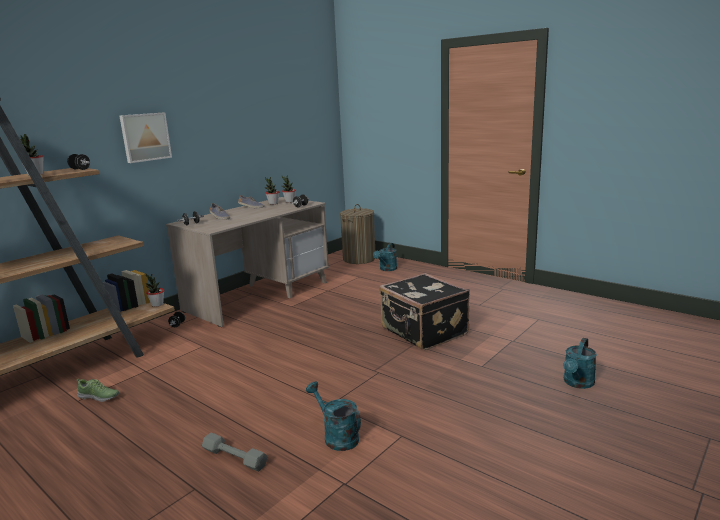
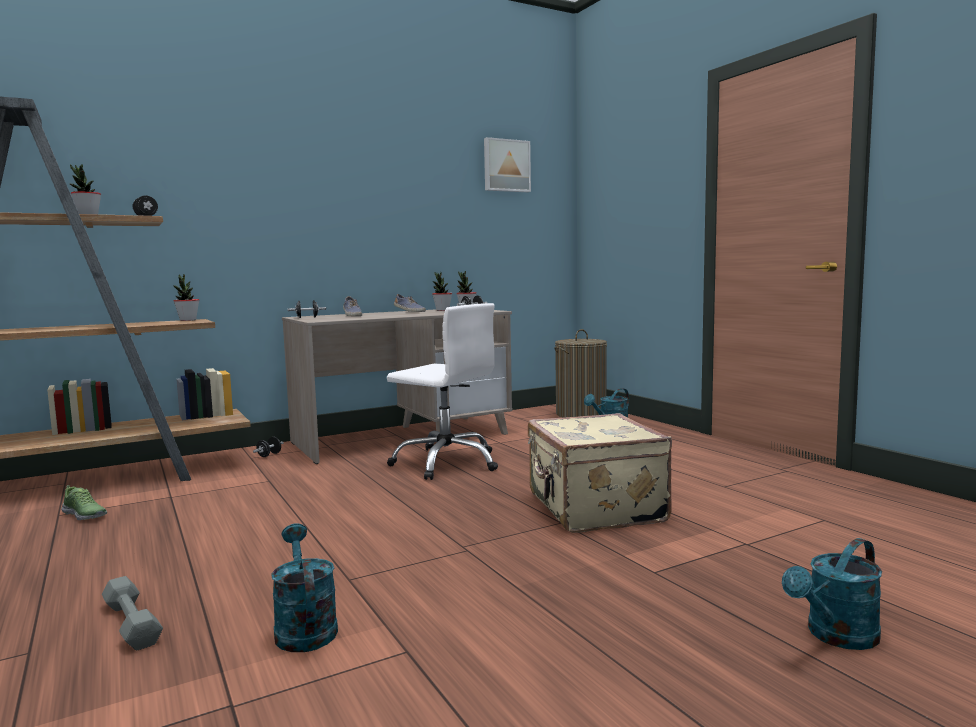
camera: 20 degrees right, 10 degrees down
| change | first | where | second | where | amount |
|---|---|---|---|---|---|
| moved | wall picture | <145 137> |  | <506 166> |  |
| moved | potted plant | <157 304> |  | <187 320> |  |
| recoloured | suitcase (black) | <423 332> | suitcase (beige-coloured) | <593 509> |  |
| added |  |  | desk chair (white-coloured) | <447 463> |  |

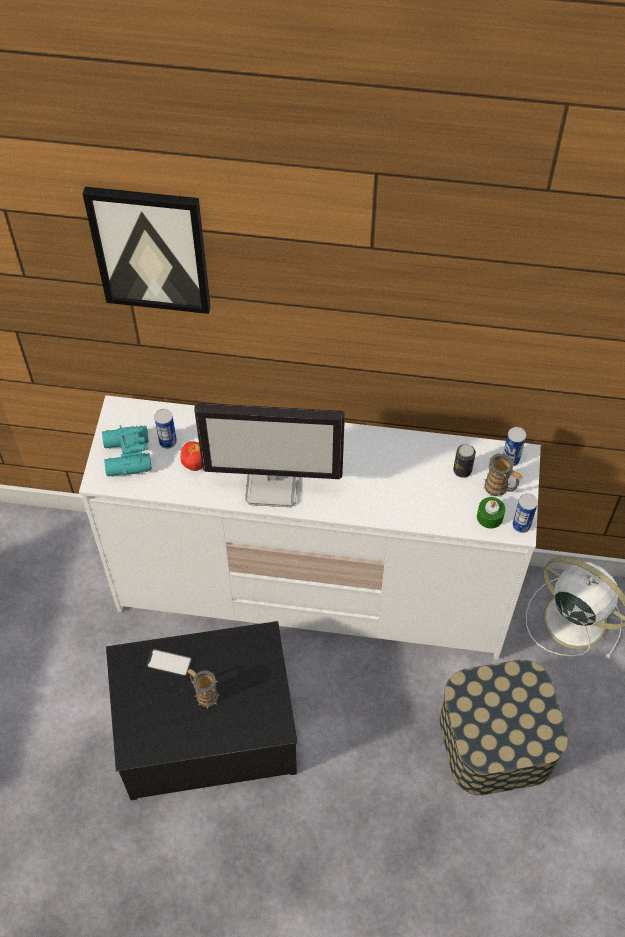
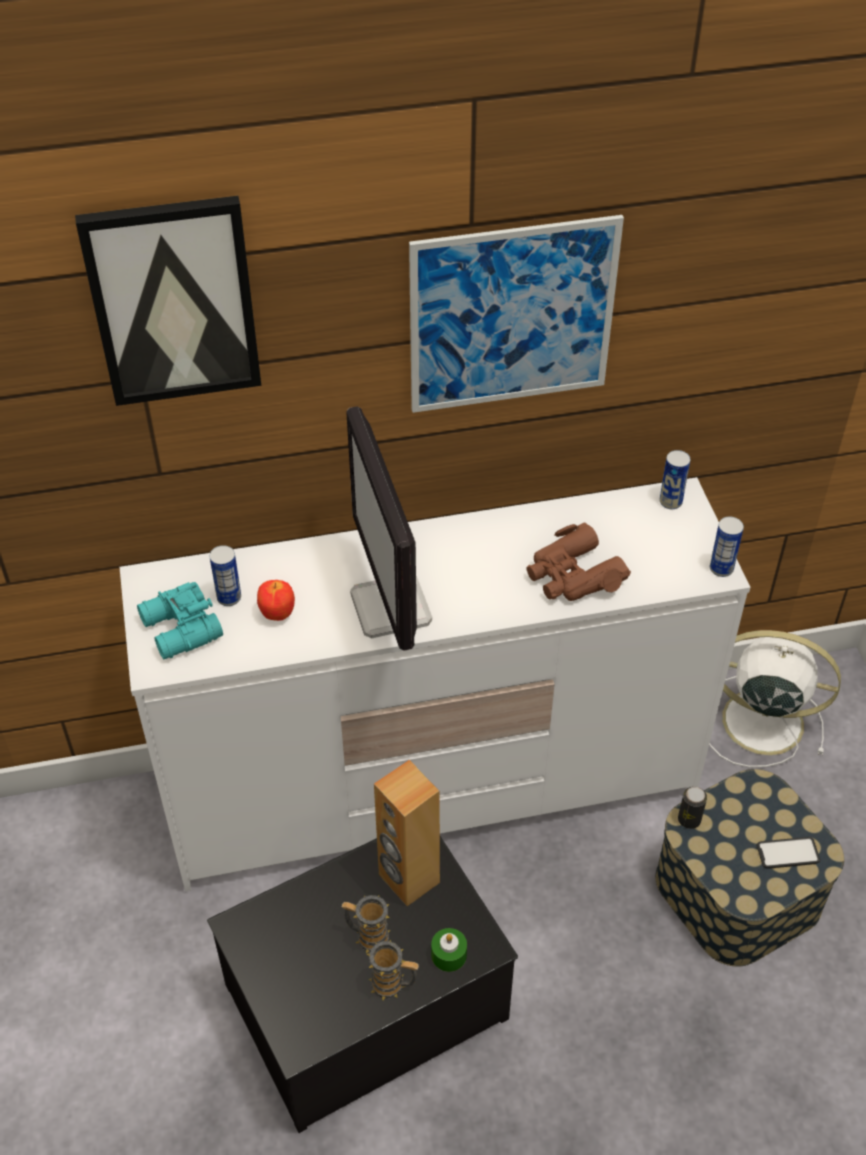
camera: 20 degrees left, 10 degrees down
| change | first | where | second | where | amount |
|---|---|---|---|---|---|
| moved | phone | <169 663> |  | <787 853> |  |
| turned | computer display | <273 484> |  | <392 608> | 90 degrees clockwise |
| moved | can | <462 470> |  | <689 819> |  |
| moved | wax light (green) | <489 517> |  | <449 955> |  |
| moved | mug | <500 488> |  | <393 985> |  |
| added |  |  | loudspeaker (brown) | <408 879> |  |
| added |  |  | wall picture | <512 316> |  |
| added |  |  | binoculars (brown) | <573 575> |  |

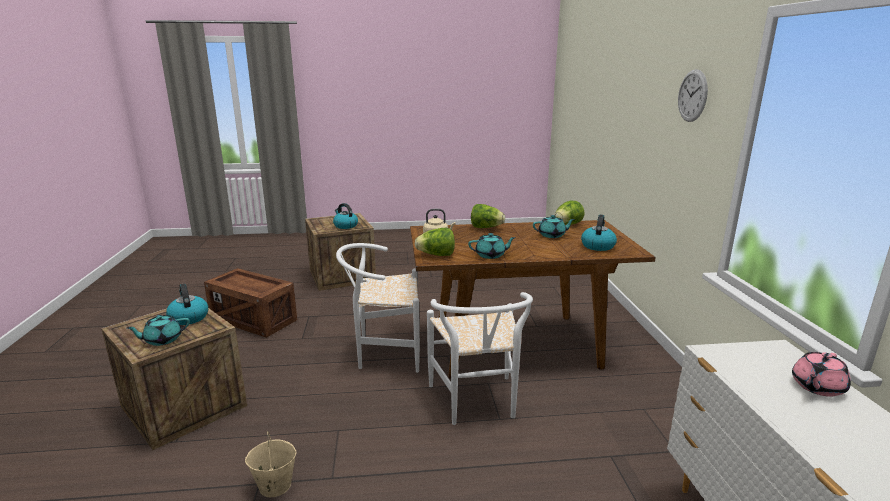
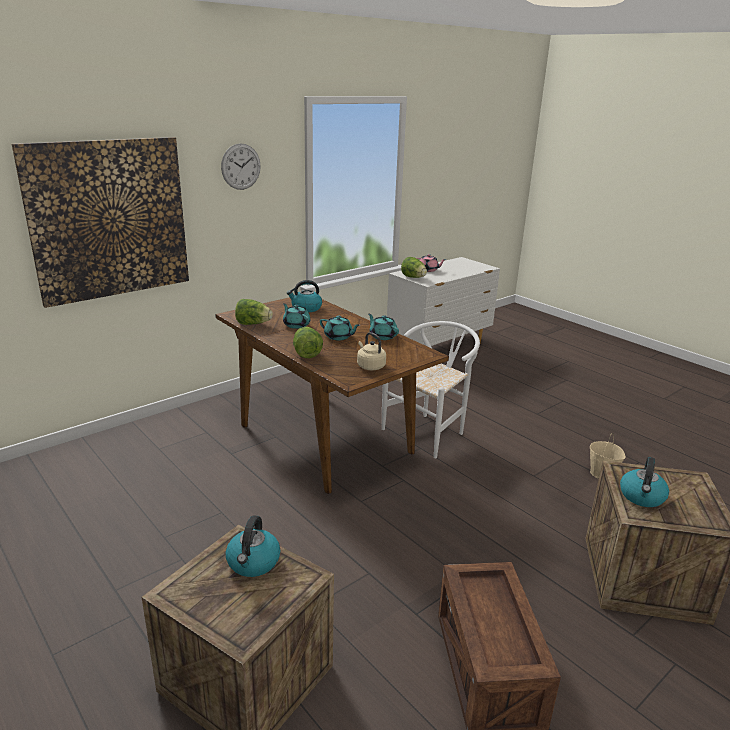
camera: 125 degrees left, 5 degrees up
| change | first | where | second | where | amount |
|---|---|---|---|---|---|
| moved | teapot (turquoise) | <162 340> |  | <338 337> |  |
| removed | upright chair (white-coloured) | <384 353> |  |  |  |
| moved | lettuce head | <436 255> |  | <414 277> |  |
| added |  |  | wall picture | <109 219> |  |

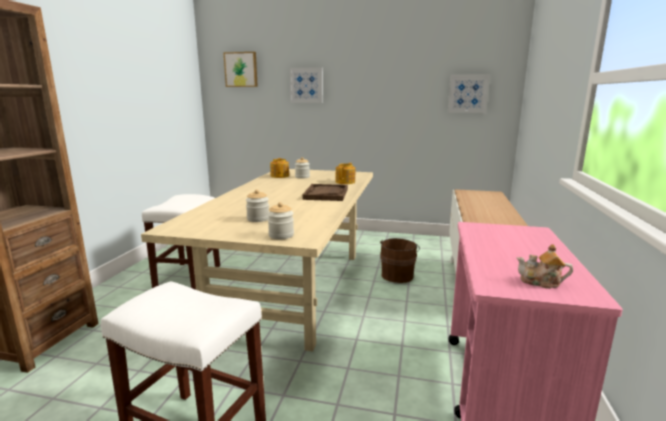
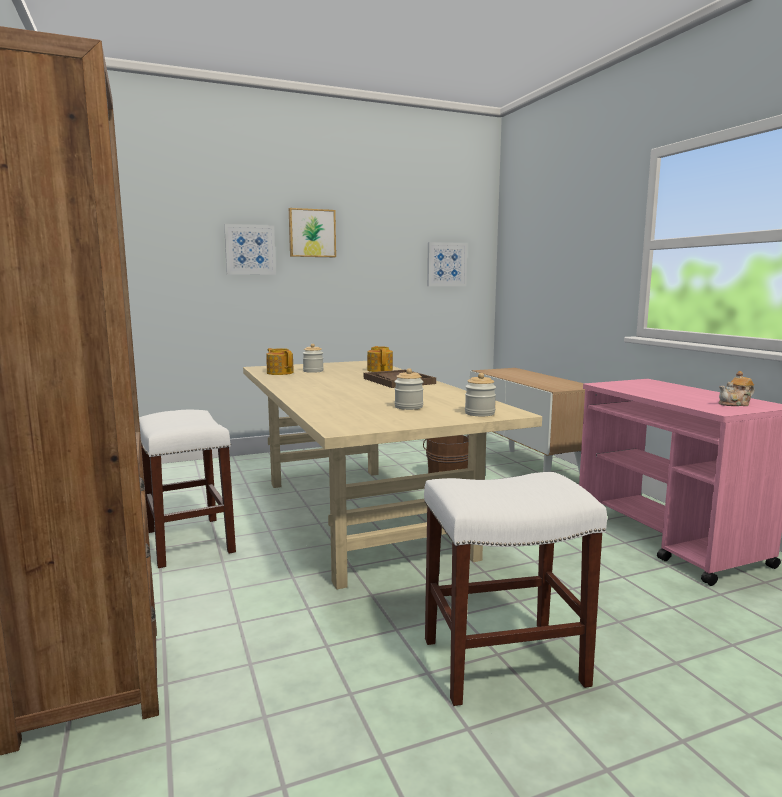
camera: 35 degrees left, 5 degrees down
| change | first | where | second | where | amount |
|---|---|---|---|---|---|
| moved | wall picture | <241 69> |  | <312 233> |  |

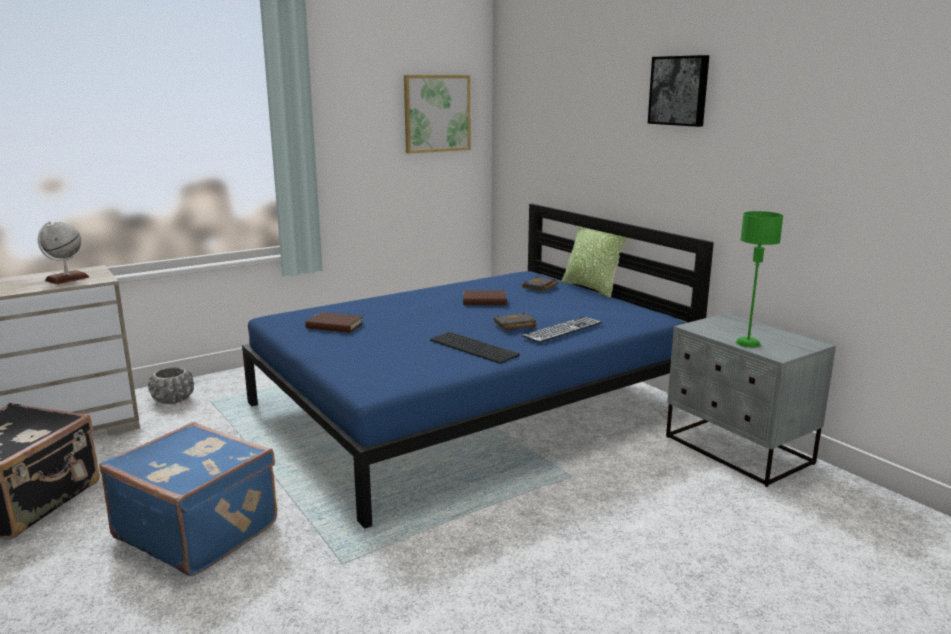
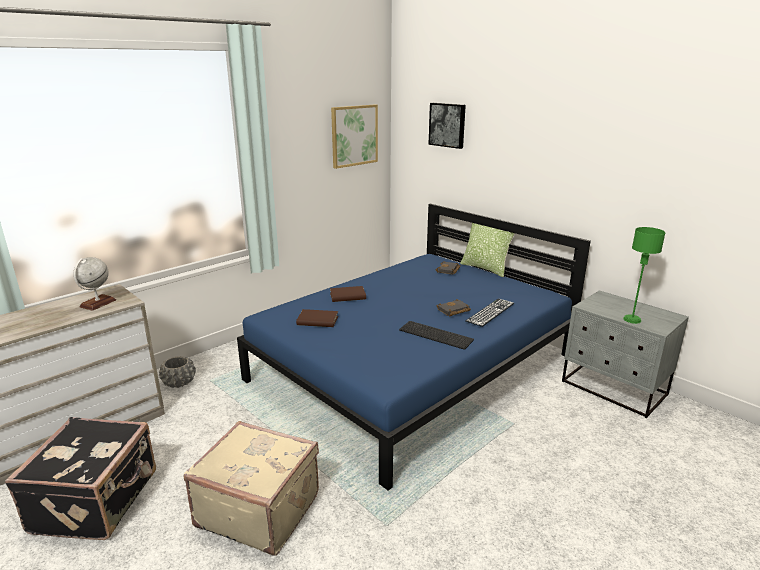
camera: 10 degrees left, 5 degrees up
| change | first | where | second | where | amount |
|---|---|---|---|---|---|
| recoloured | suitcase (blue-coloured) | <198 530> | suitcase (beige-coloured) | <259 509> |  |
| moved | bound book (brown) | <484 301> |  | <347 296> |  |
| moved | wall picture | <679 90> |  | <447 125> |  |

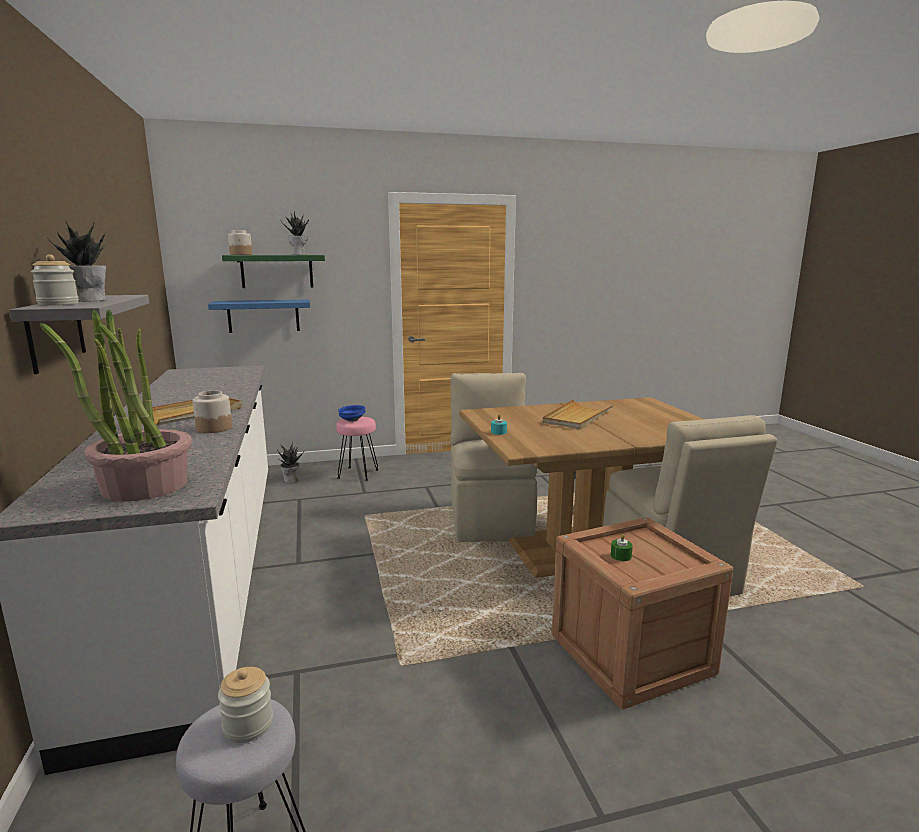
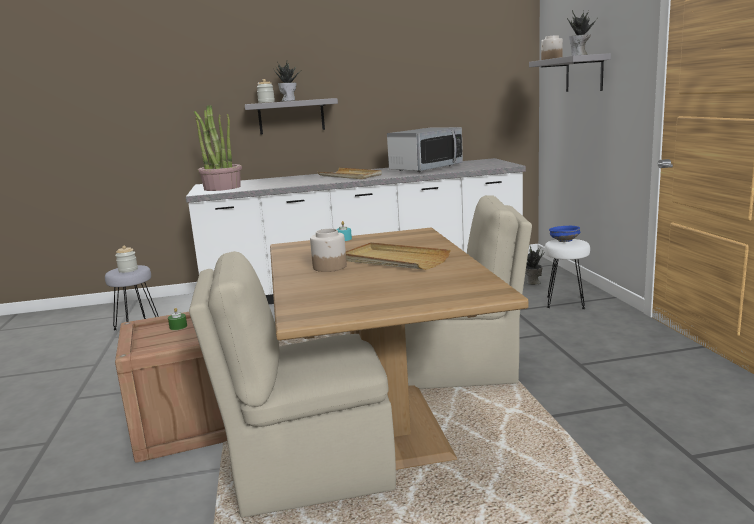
camera: 95 degrees right, 0 degrees up
| change | first | where | second | where | amount |
|---|---|---|---|---|---|
| moved | jar | <214 428> |  | <330 267> |  |
| removed | shelf (blue-coloured) | <263 316> |  |  |  |
| recoloured | shelf (green) | <277 271> | shelf (gray) | <584 74> |  |
| recoloured | sitting stool (pink-coloured) | <358 474> | sitting stool (white-coloured) | <566 303> |  |
| added |  |  | microwave | <426 168> |  |

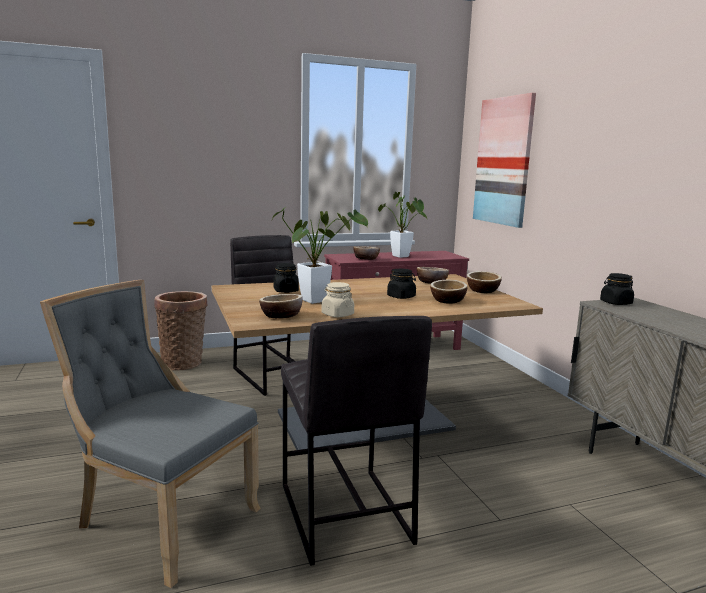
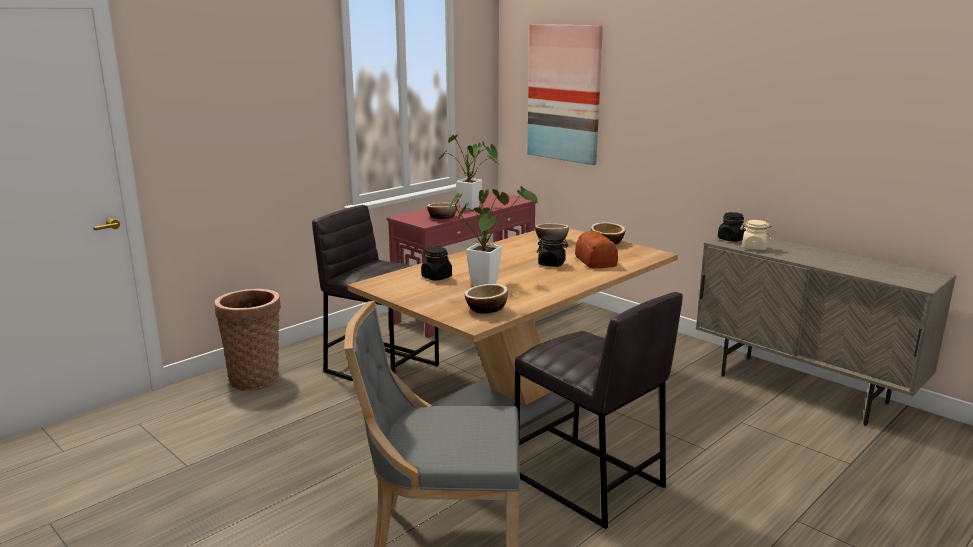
camera: 25 degrees left, 5 degrees up
| change | first | where | second | where | amount |
|---|---|---|---|---|---|
| moved | jar (beige-coloured) | <337 314> |  | <753 248> |  |
| replaced | serving bowl | <447 301> | bread | <596 261> |  |

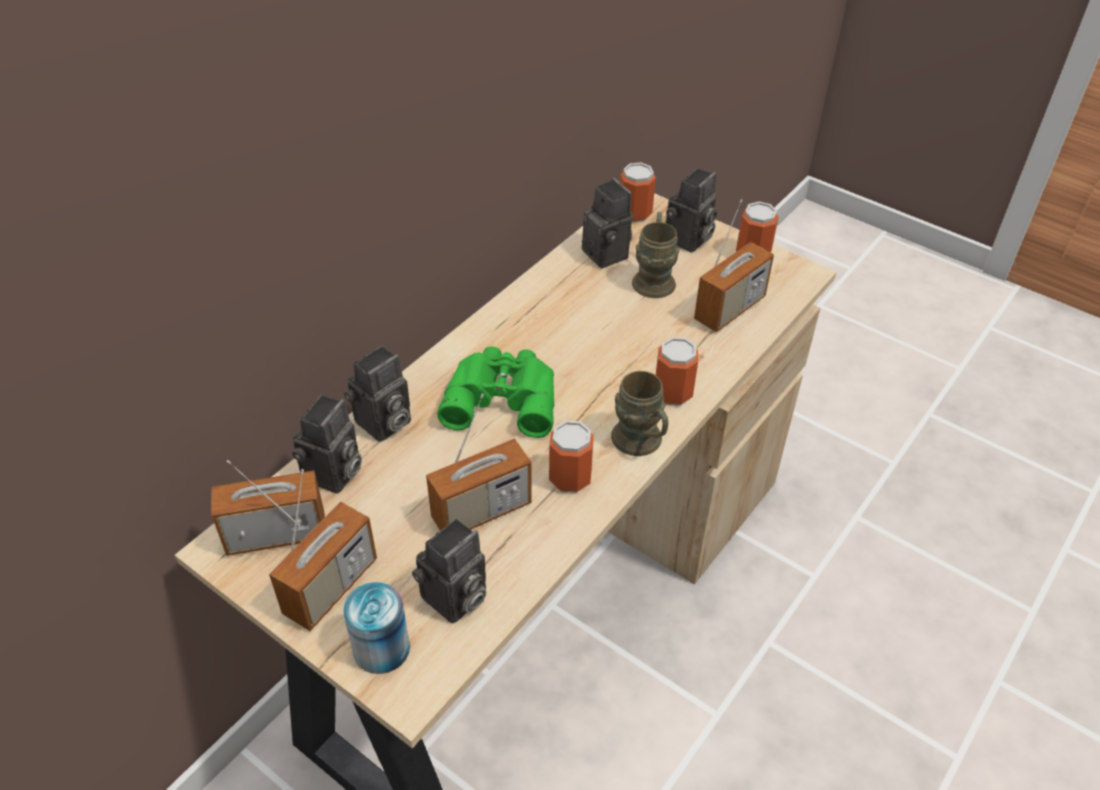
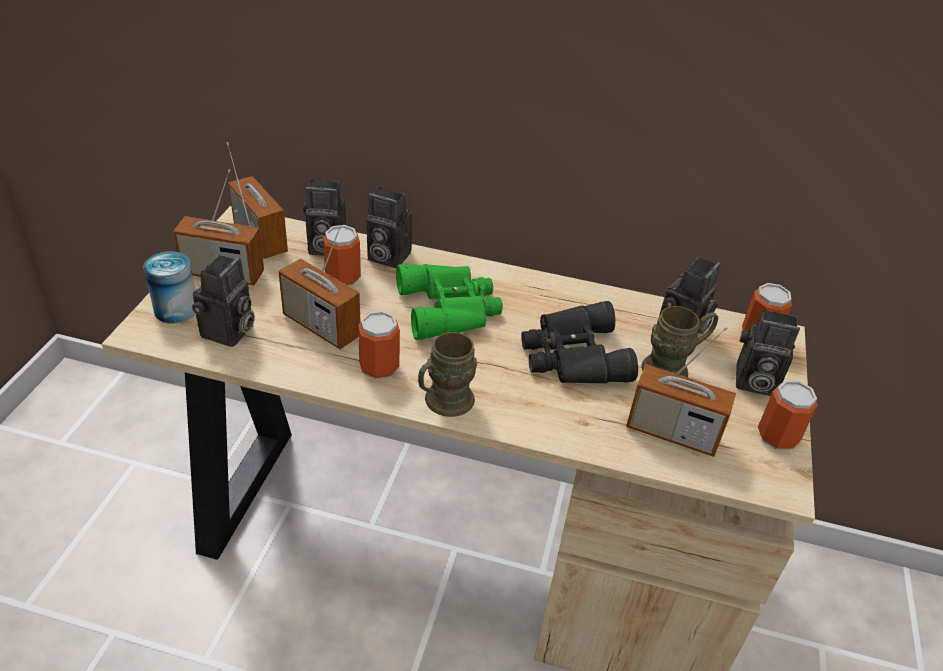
camera: 65 degrees right, 5 degrees down
| change | first | where | second | where | amount |
|---|---|---|---|---|---|
| turned | still camera | <454 600> |  | <228 333> | 90 degrees counterclockwise |
| moved | can | <673 393> |  | <343 277> |  |
| added |  |  | binoculars (black) | <572 356> |  |

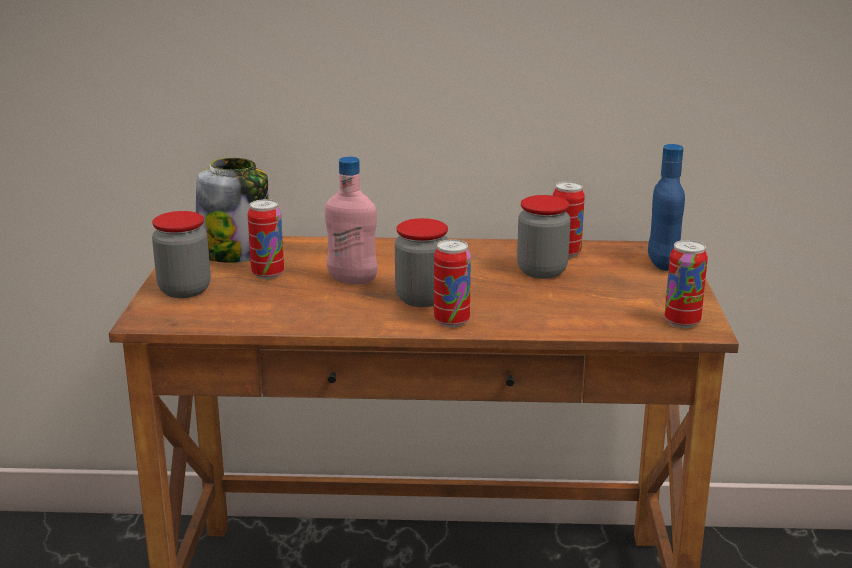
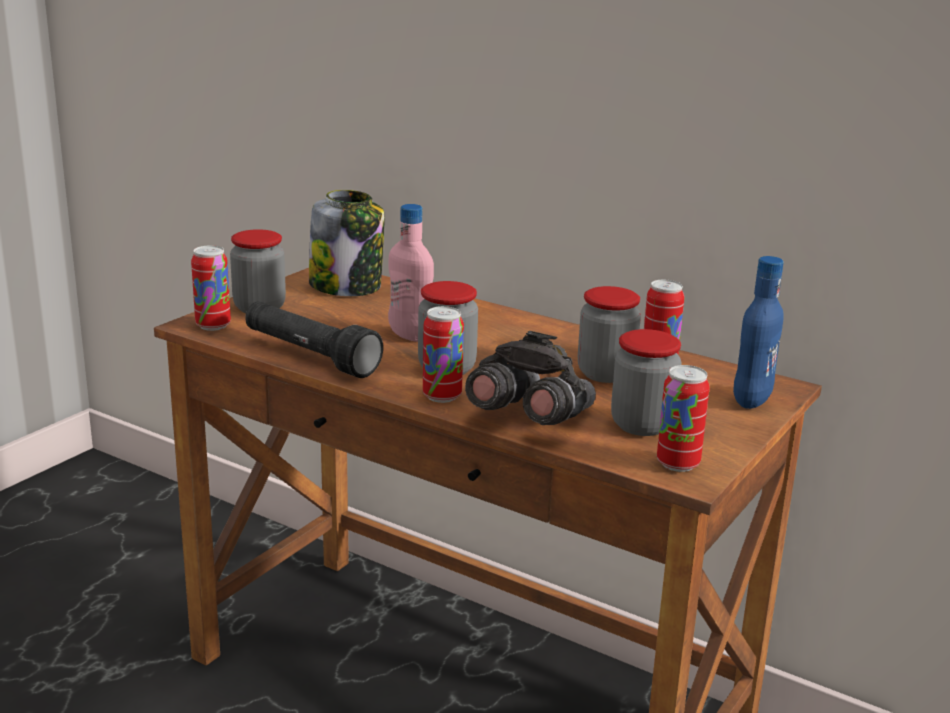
camera: 30 degrees right, 0 degrees up
| change | first | where | second | where | amount |
|---|---|---|---|---|---|
| moved | can | <268 274> |  | <213 325> |  |
| added |  |  | flashlight (black) | <309 356> |  |
| added |  |  | binoculars (gray) | <529 418> |  |
| added |  |  | jar | <641 425> |  |

